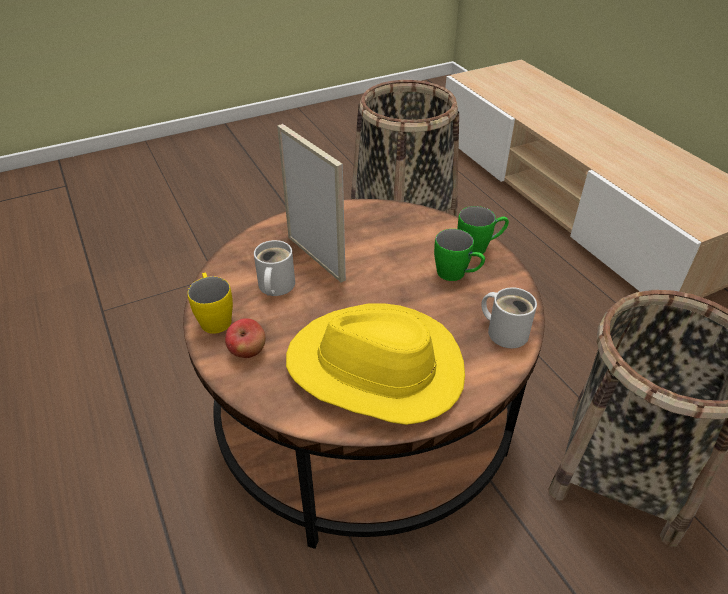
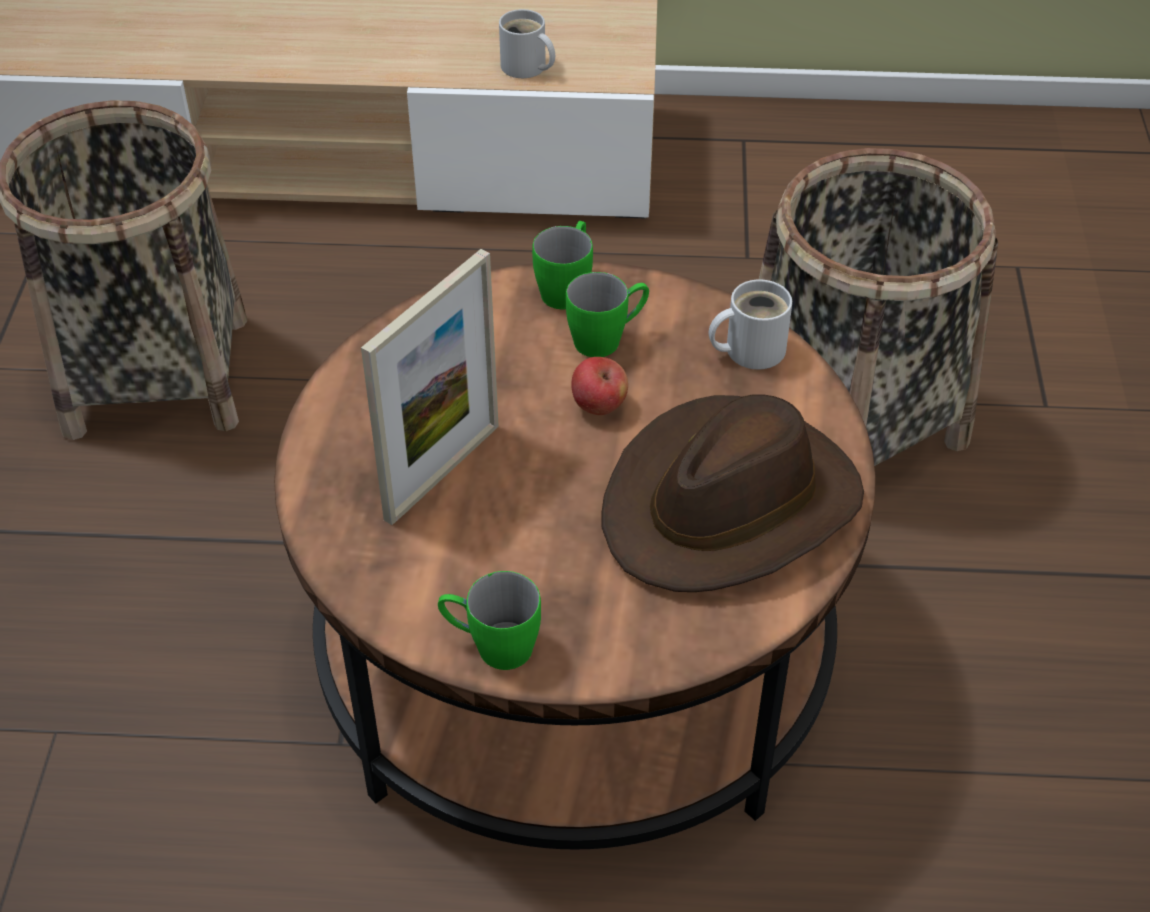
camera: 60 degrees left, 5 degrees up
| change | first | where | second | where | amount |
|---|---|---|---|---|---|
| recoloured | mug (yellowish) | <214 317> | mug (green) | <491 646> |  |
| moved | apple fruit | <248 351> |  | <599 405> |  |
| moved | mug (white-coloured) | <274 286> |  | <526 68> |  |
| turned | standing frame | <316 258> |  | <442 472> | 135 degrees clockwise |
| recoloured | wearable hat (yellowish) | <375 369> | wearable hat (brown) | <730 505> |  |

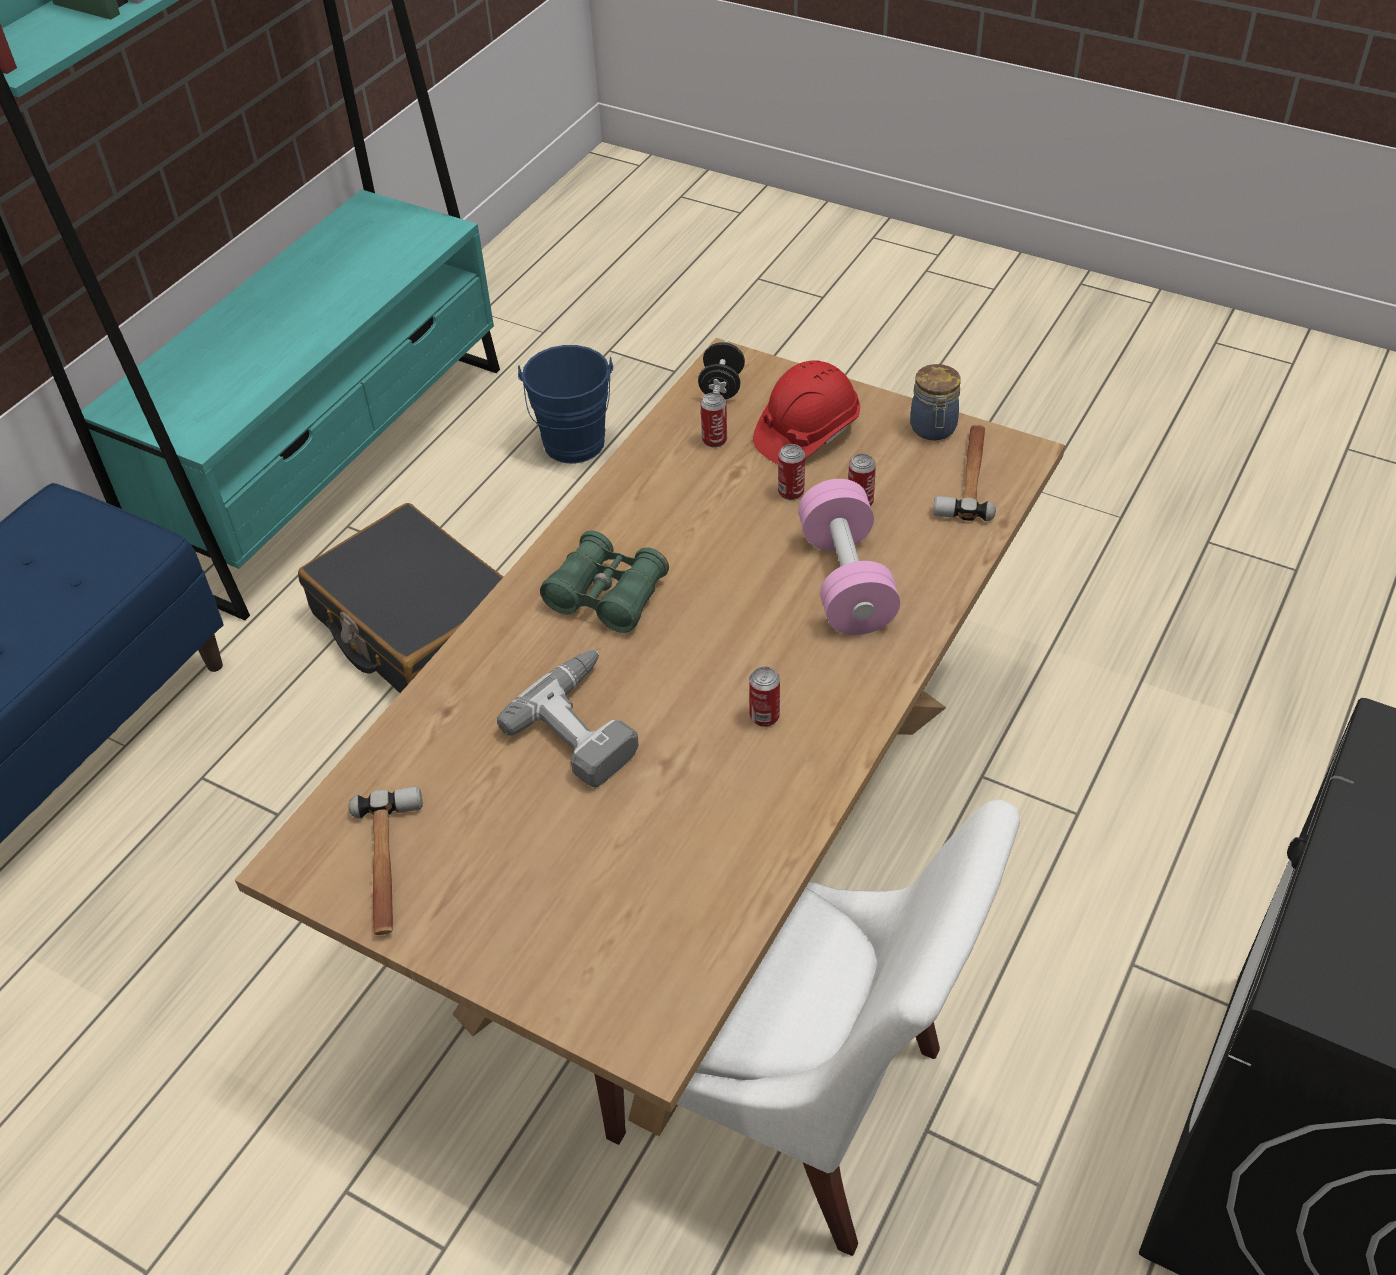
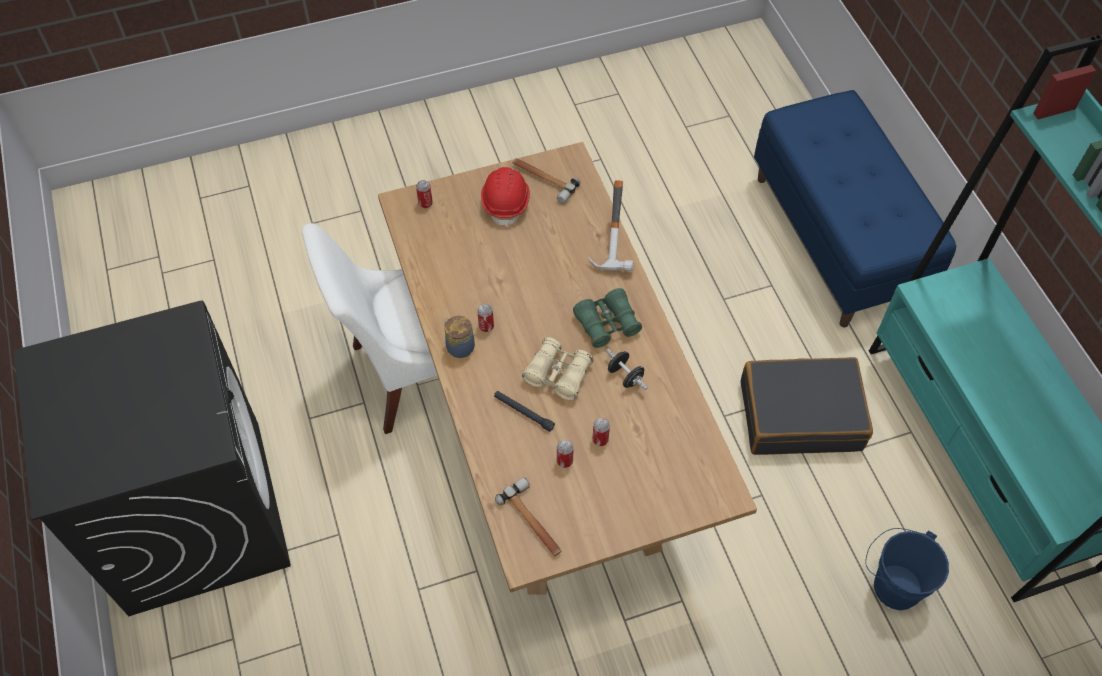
camera: 130 degrees right, 10 degrees up
| change | first | where | second | where | amount |
|---|---|---|---|---|---|
| removed | power drill | <587 725> |  |  |  |
| moved | hand weight (black) | <722 388> |  | <625 376> |  |
| moved | can | <714 440> |  | <425 203> |  |
| moved | work helmet (red-coloured) | <806 433> |  | <506 202> |  |
| replaced | hand weight (pink-coloured) | <846 581> | flashlight (black) | <523 412> |  |
| moved | jar | <933 429> |  | <459 346> |  |
| added |  |  | binoculars (beige-coloured) | <558 374> |  |
| added |  |  | hand hammer | <619 247> |  |

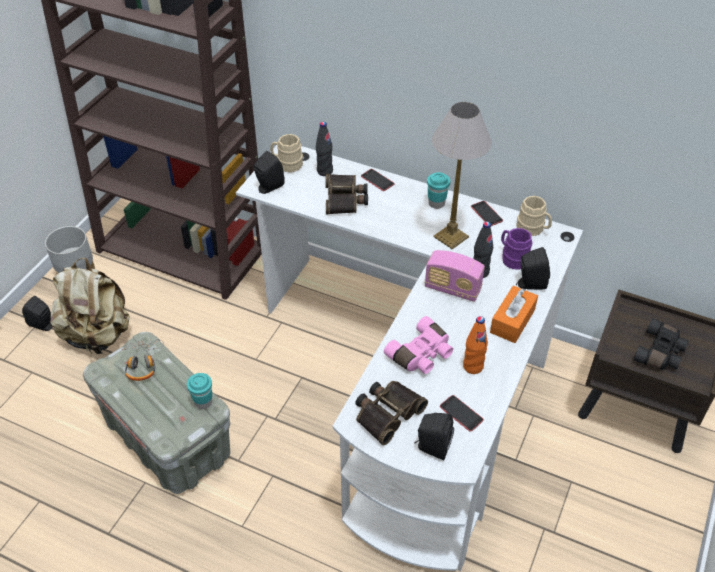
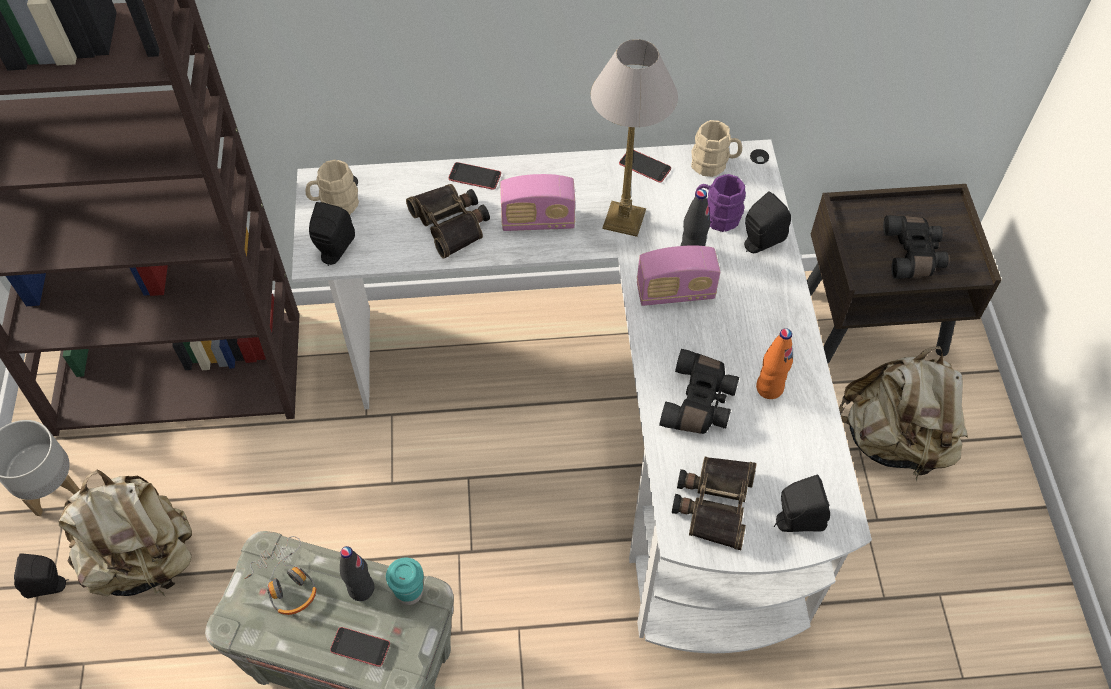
camera: 30 degrees left, 10 degrees up
| change | first | where | second | where | amount |
|---|---|---|---|---|---|
| moved | drink bottle (black) | <324 171> |  | <361 589> |  |
| recoloured | binoculars (pink-coloured) | <422 355> | binoculars (black) | <700 402> |  |
| removed | drinking cup (turquoise) | <436 203> |  |  |  |
| moved | phone | <461 413> |  | <360 647> |  |
| removed | tissue box (orange) | <512 321> |  |  |  |
| added |  |  | radio receiver | <538 221> |  |
| added |  |  | backpack (beige-coloured) | <894 440> |  |

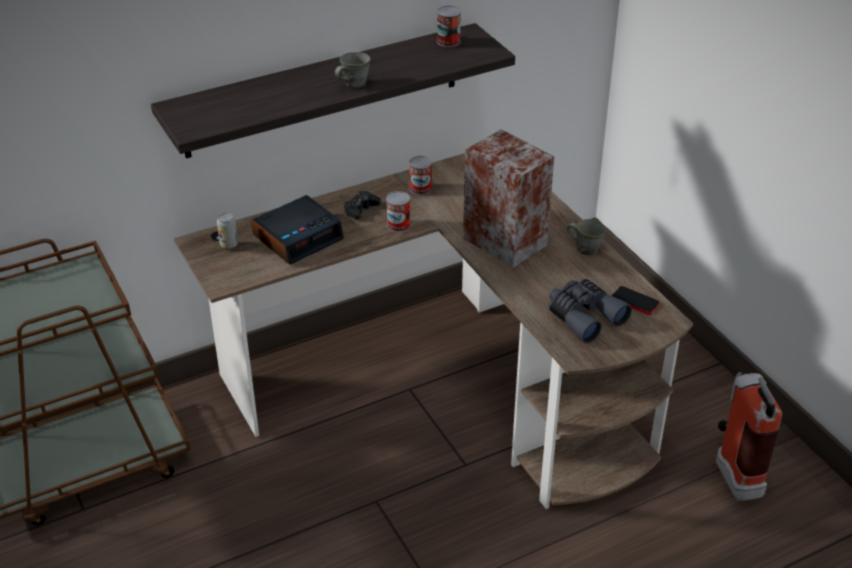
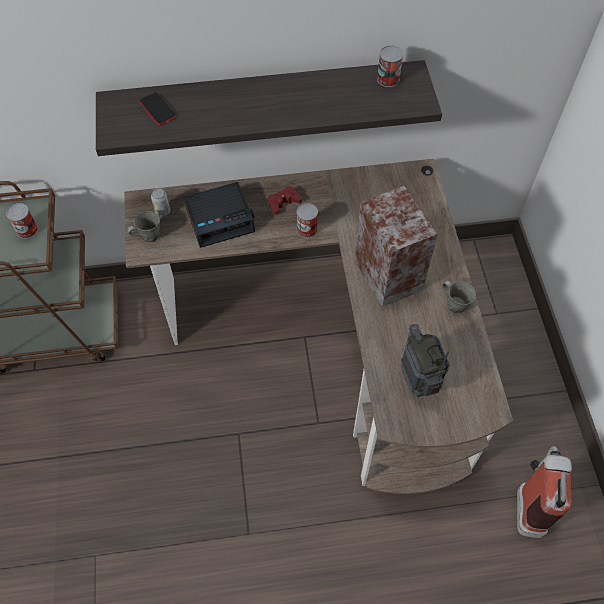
camera: 20 degrees right, 20 degrees up
| change | first | where | second | where | amount |
|---|---|---|---|---|---|
| moved | mug (gray) | <354 84> |  | <148 235> |  |
| recoloured | gamepad (black) | <361 209> | gamepad (red-coloured) | <283 202> |  |
| moved | can | <420 188> |  | <27 230> |  |
| replaced | binoculars (gray) | <584 316> | radio receiver | <419 382> |  |
| moved | phone | <635 301> |  | <158 109> |  |

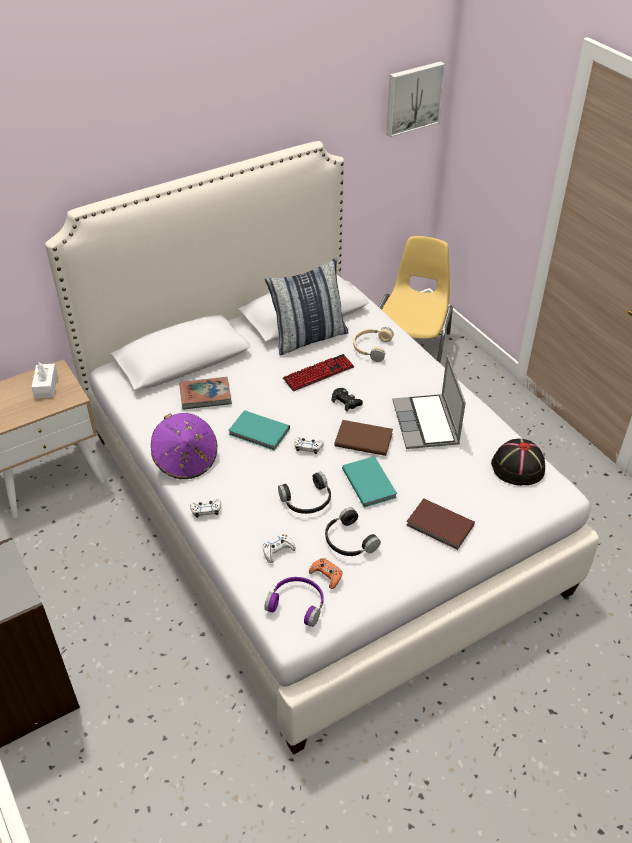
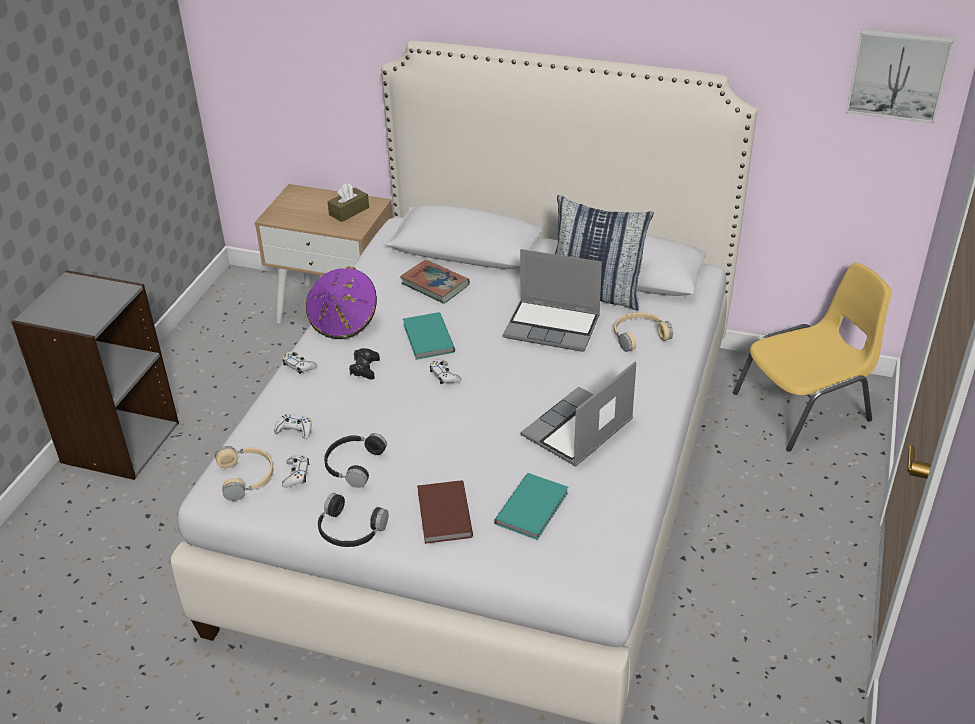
camera: 50 degrees right, 5 degrees down
| change | first | where | second | where | amount |
|---|---|---|---|---|---|
| recoloured | tissue box (white-coloured) | <46 386> | tissue box (brown) | <349 211> |  |
| recoloured | headphones (purple) | <297 603> | headphones (beige-coloured) | <247 477> |  |
| moved | headphones (black) | <307 501> |  | <349 531> |  |
| replaced | computer keyboard | <318 373> | notebook computer | <553 326> |  |
| recoloured | gamepad (orange) | <326 575> | gamepad (white-coloured) | <296 474> |  |
| moved | gamepad (black) | <346 402> |  | <364 368> |  |
| removed | bound book (brown) | <363 438> |  |  |  |
| moved | bound book (turquoise) | <370 482> |  | <534 508> |  |
| removed | wearable hat (black) | <517 467> |  |  |  |

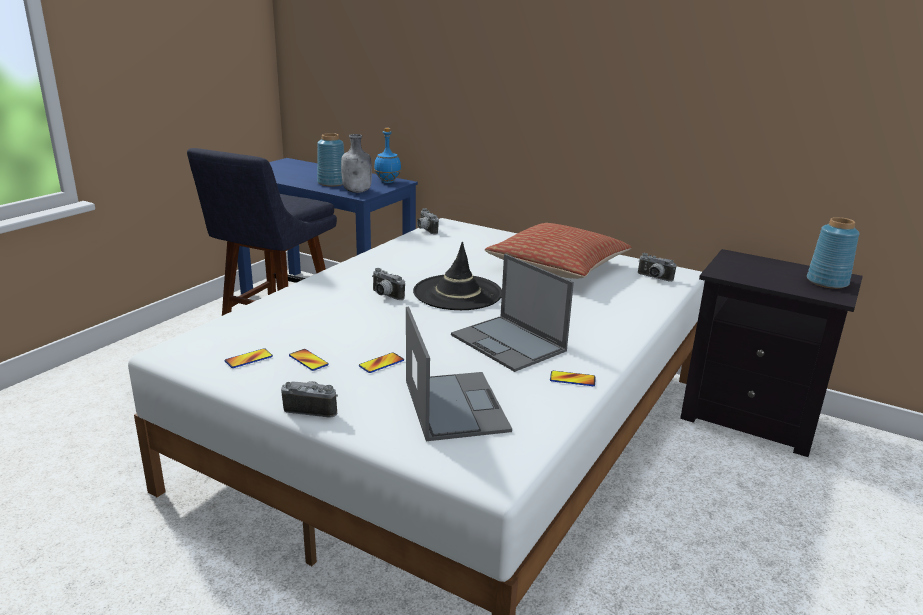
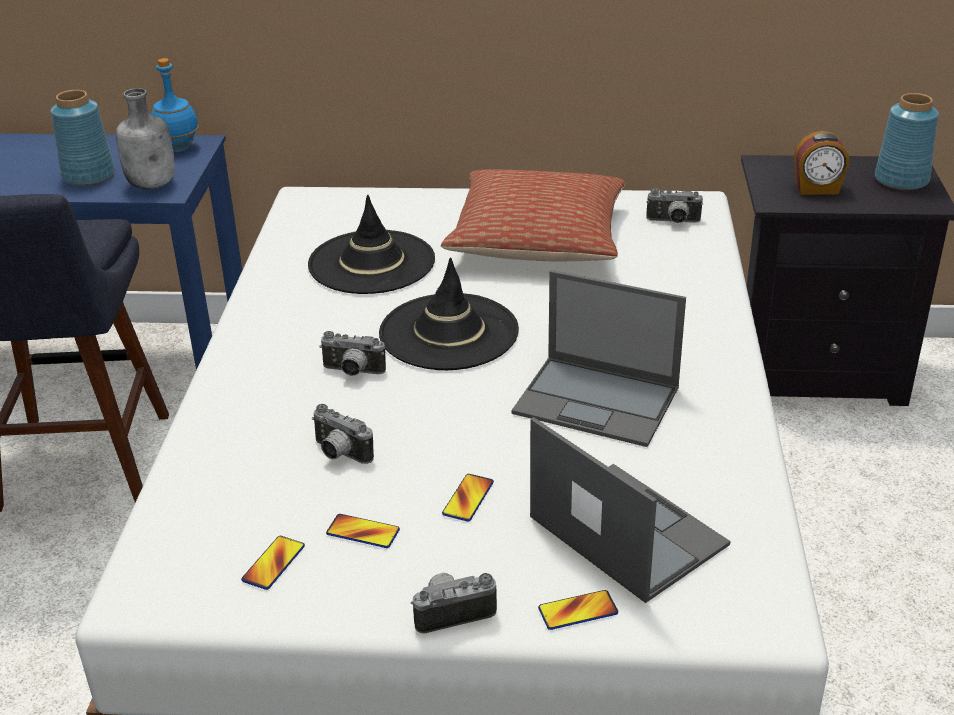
camera: 25 degrees left, 10 degrees up
| change | first | where | second | where | amount |
|---|---|---|---|---|---|
| moved | still camera | <425 230> |  | <339 454> |  |
| moved | phone | <572 379> |  | <578 611> |  |
| added |  |  | wearable hat (black) | <372 263> |  |
| added |  |  | alarm clock | <817 189> |  |

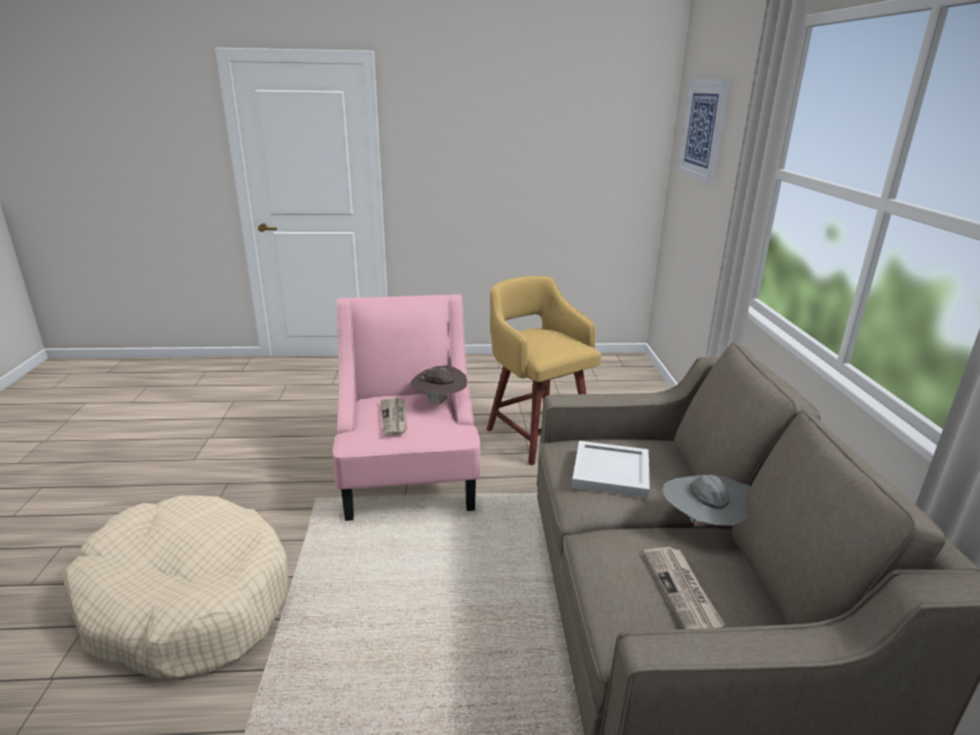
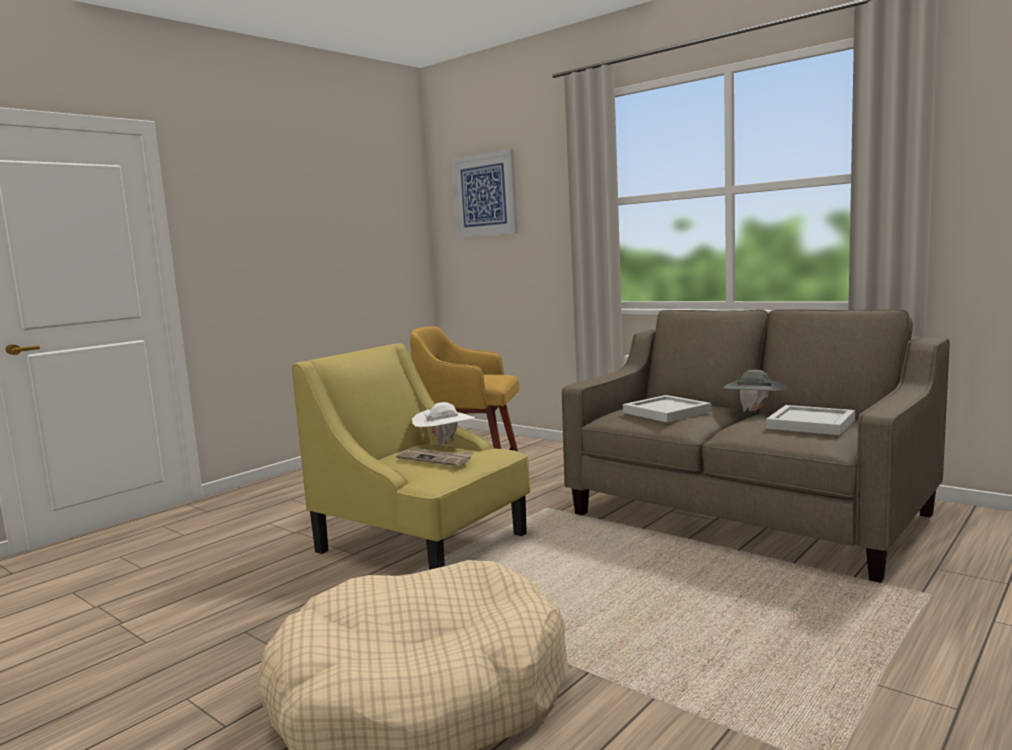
camera: 45 degrees left, 15 degrees down
| change | first | where | second | where | amount |
|---|---|---|---|---|---|
| recoloured | lounge chair (pink-coloured) | <408 473> | lounge chair (yellowish) | <422 543> |  |
| recoloured | wearable hat (brown) | <439 403> | wearable hat (white-coloured) | <445 444> |  |
| replaced | printed paper | <682 590> | carrying tray (white-coloured) | <812 423> |  |

